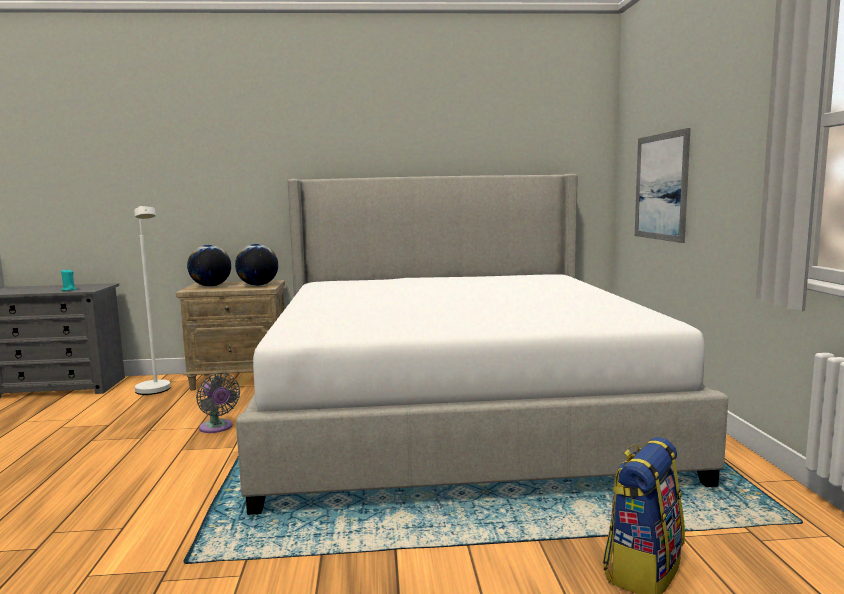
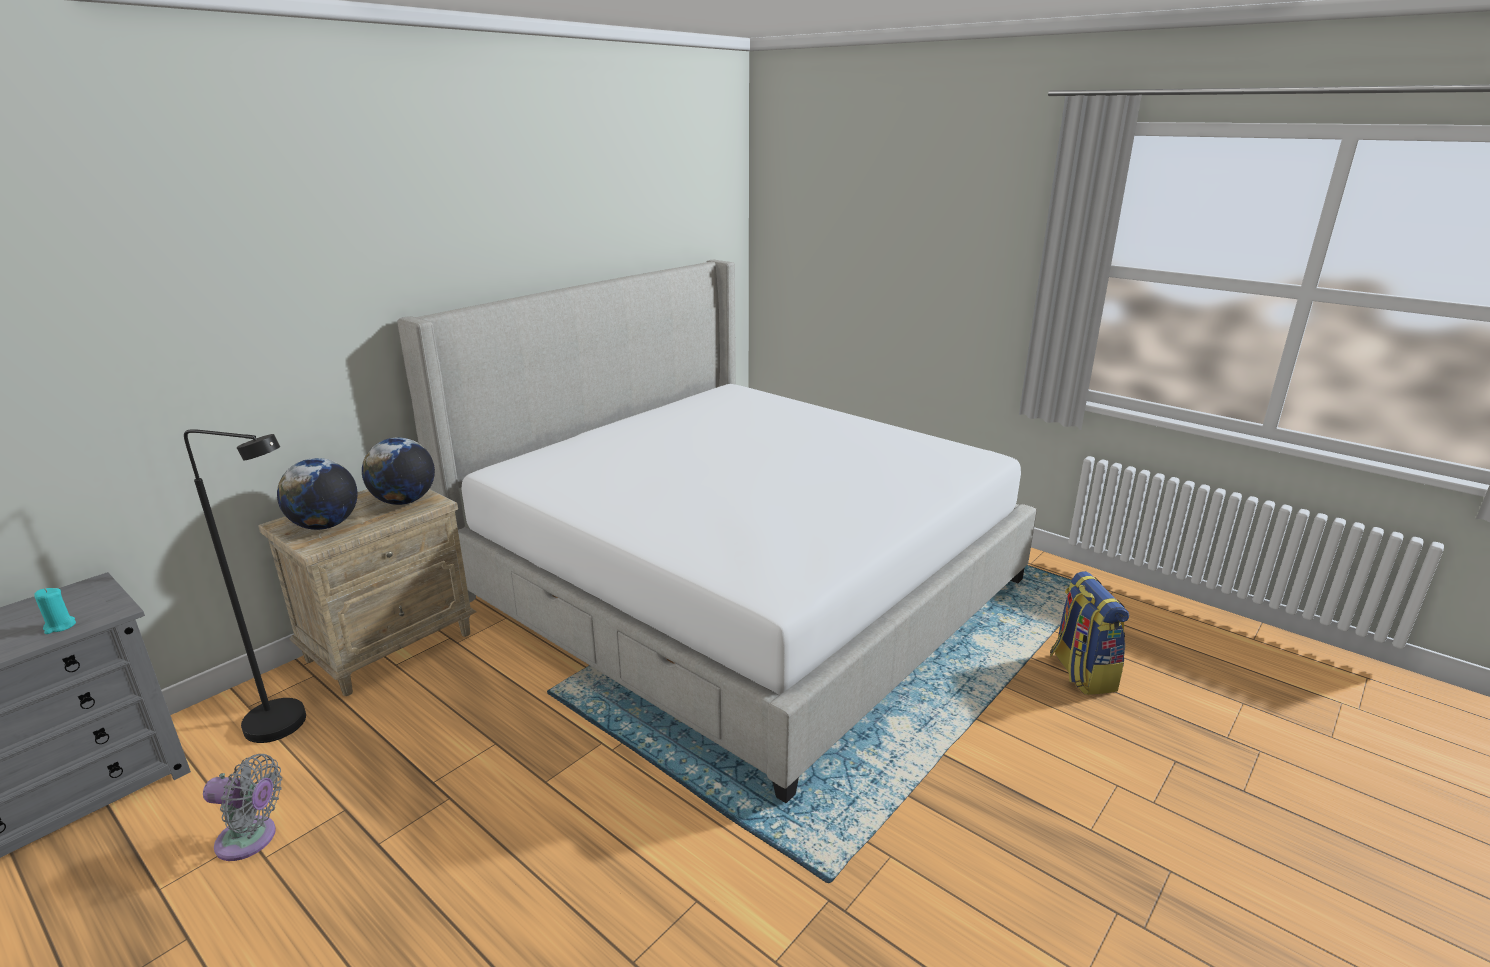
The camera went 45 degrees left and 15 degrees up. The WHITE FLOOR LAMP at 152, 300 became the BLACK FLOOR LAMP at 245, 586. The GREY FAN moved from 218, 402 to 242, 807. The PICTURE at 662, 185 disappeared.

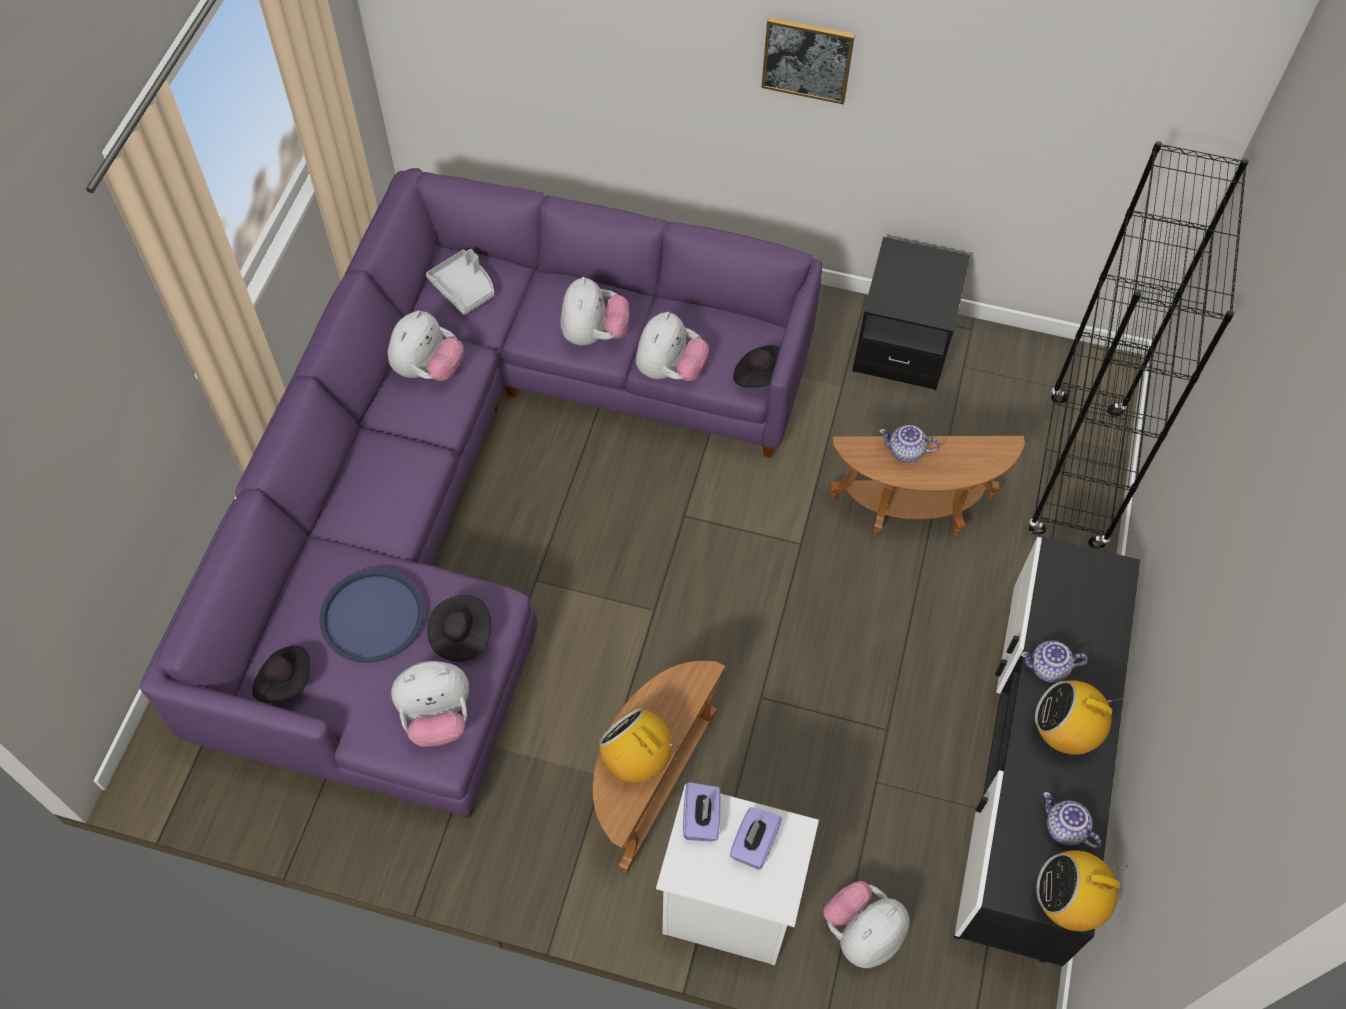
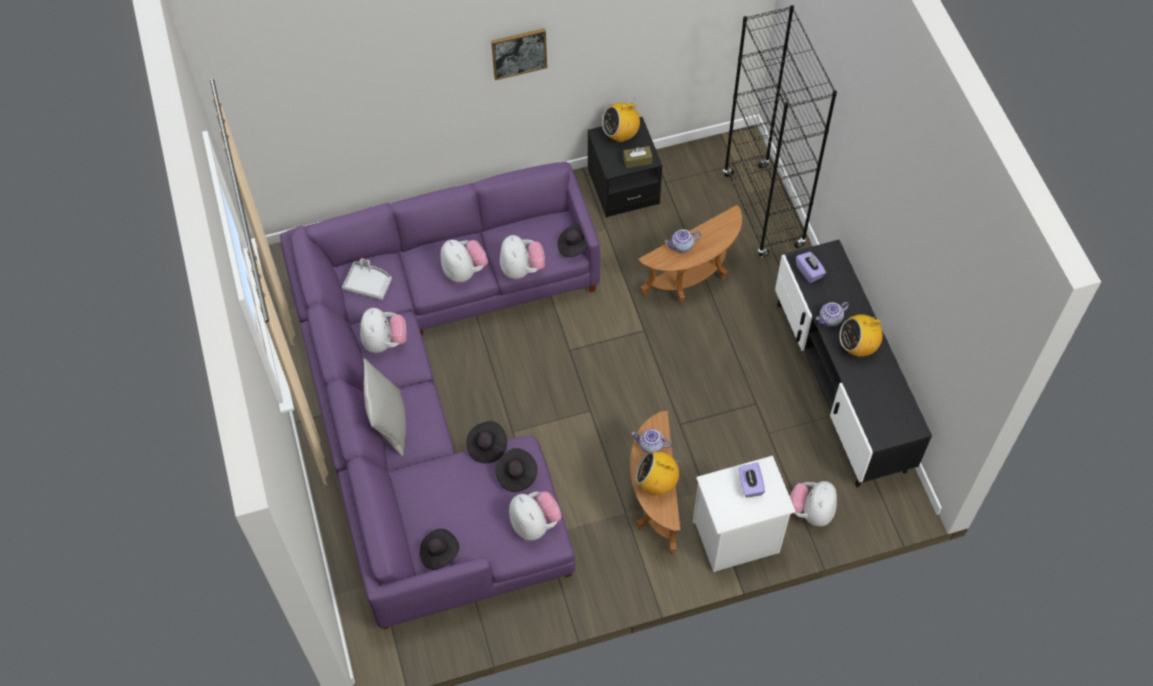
The camera went 30 degrees left and 0 degrees up. The BLUE TRAY at 371, 616 disappeared. The PLUSH TOY at 430, 704 turned 75 degrees counterclockwise. The PURPLE TISSUE BOX moved from 702, 811 to 811, 267. The RADIO moved from 1082, 890 to 621, 121. The TEAPOT moved from 1072, 820 to 652, 441. The GREY PILLOW at 384, 407 appeared. The BLACK HAT at 486, 442 appeared. The BROWN TISSUE BOX at 638, 157 appeared.

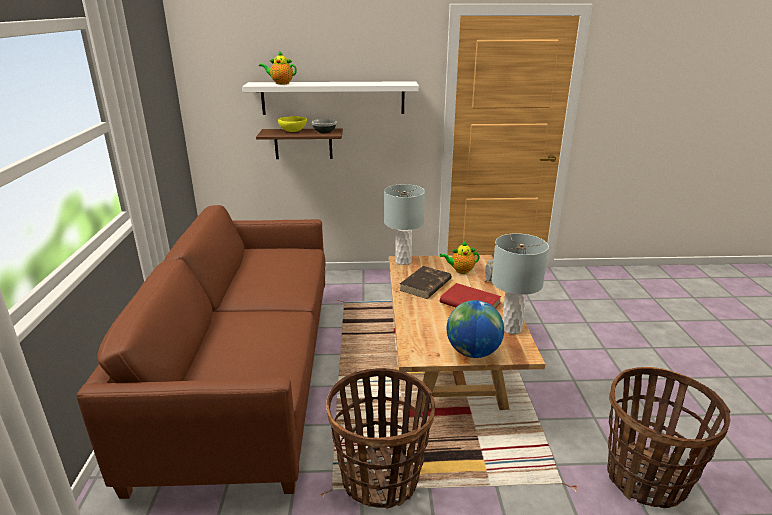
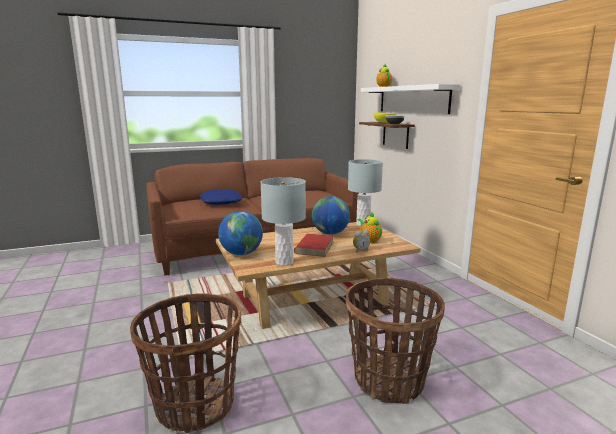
The camera went 70 degrees right and 10 degrees down. The BASKET moved from 380, 438 to 395, 341. The BROWN BOOK at 425, 282 was replaced by the GLOBE at 331, 215. The BLUE PILLOW at 221, 197 appeared.

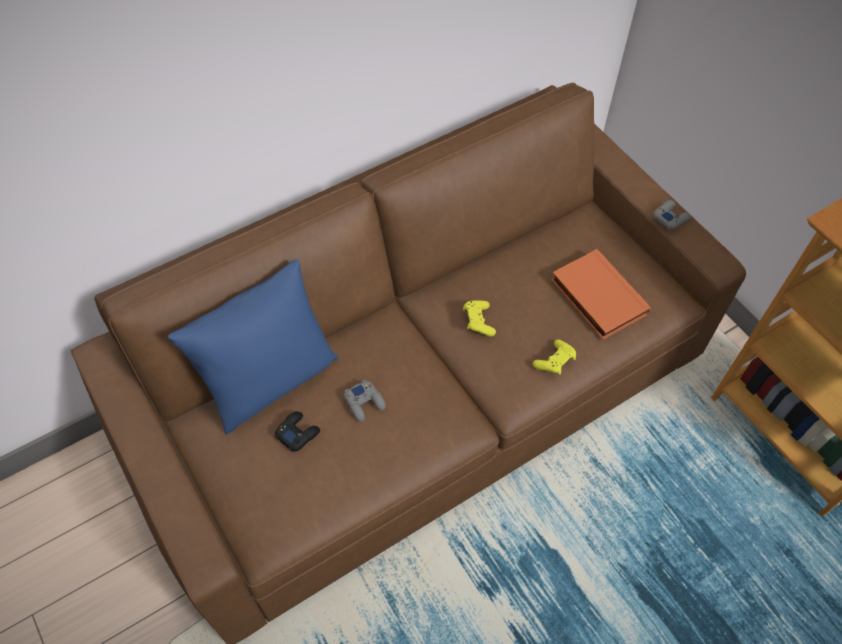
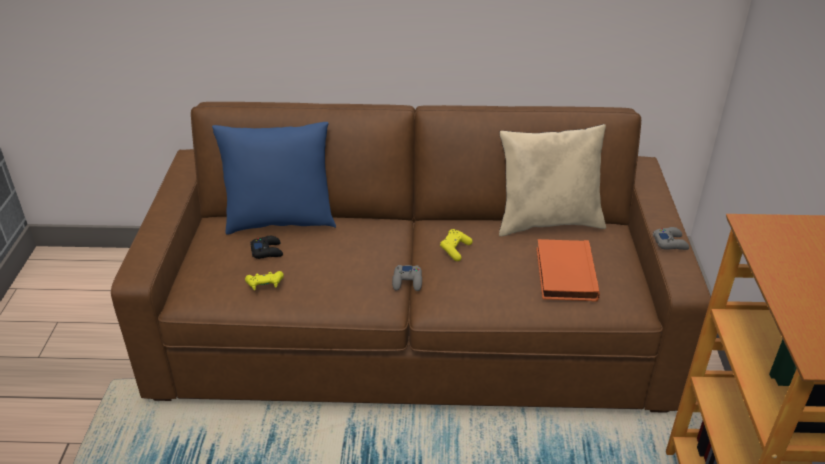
The camera went 35 degrees right and 20 degrees down. The GREY GAME CONTROLLER moved from 365, 401 to 407, 278. The YELLOW GAME CONTROLLER moved from 554, 356 to 264, 280. The BEIGE PILLOW at 552, 180 appeared.

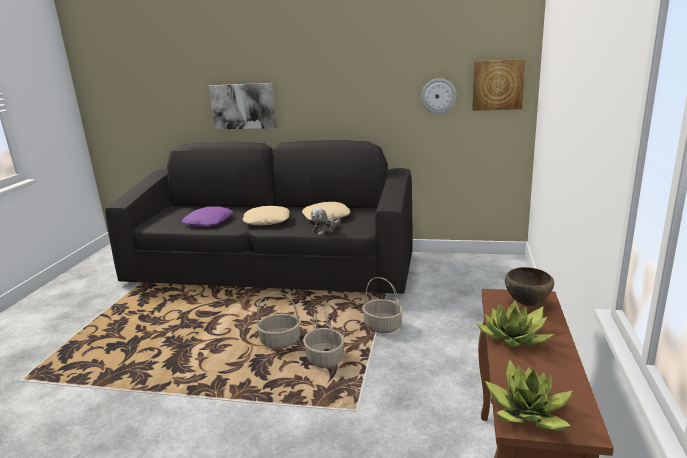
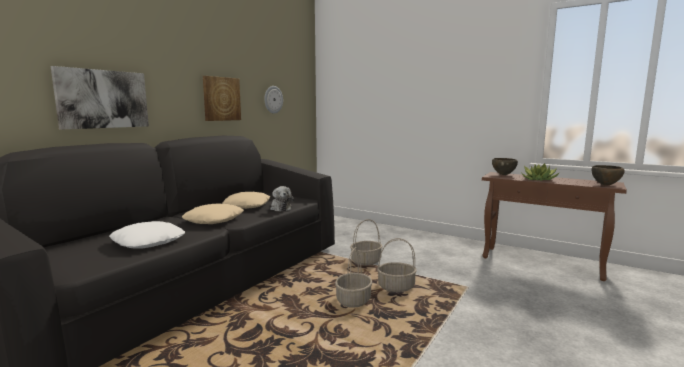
The camera went 70 degrees left and 10 degrees down. The PURPLE PILLOW at 207, 216 became the WHITE PILLOW at 147, 235. The PICTURE moved from 498, 85 to 222, 98. The POTTED PLANT at 528, 395 was replaced by the BROWN BOWL at 608, 175.

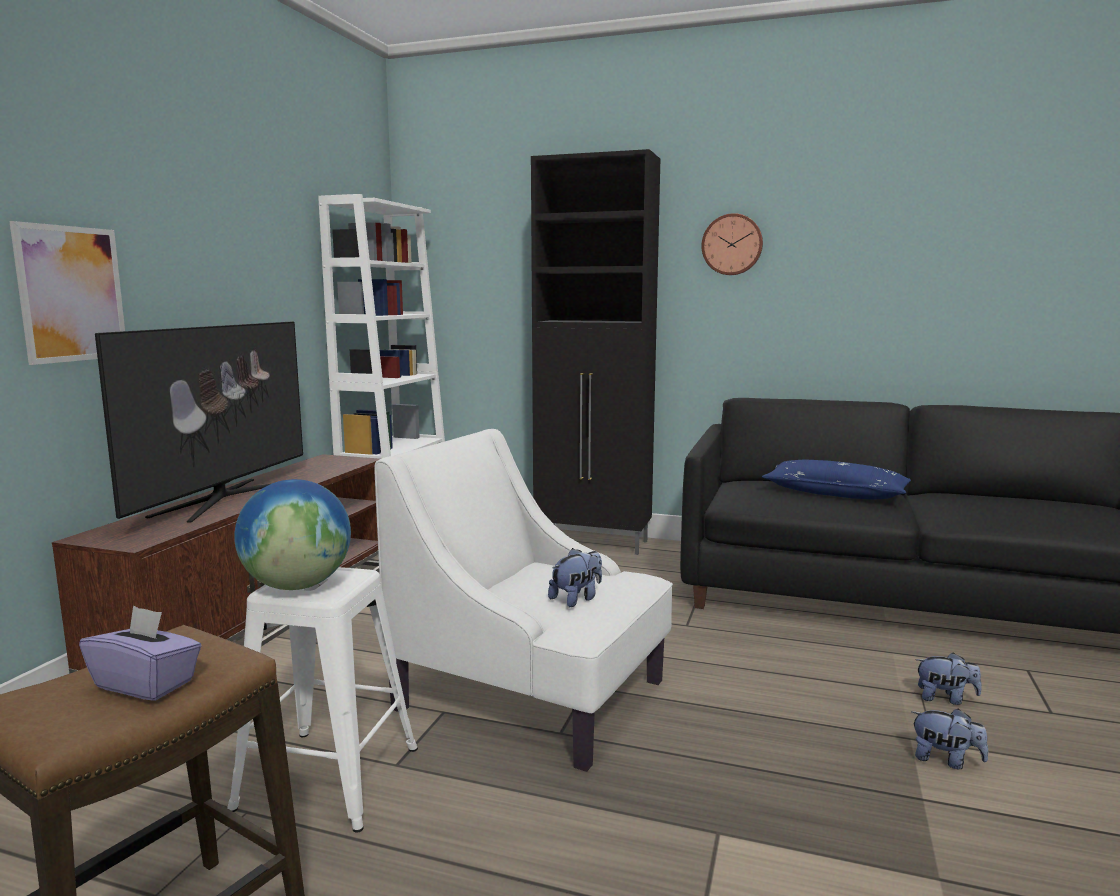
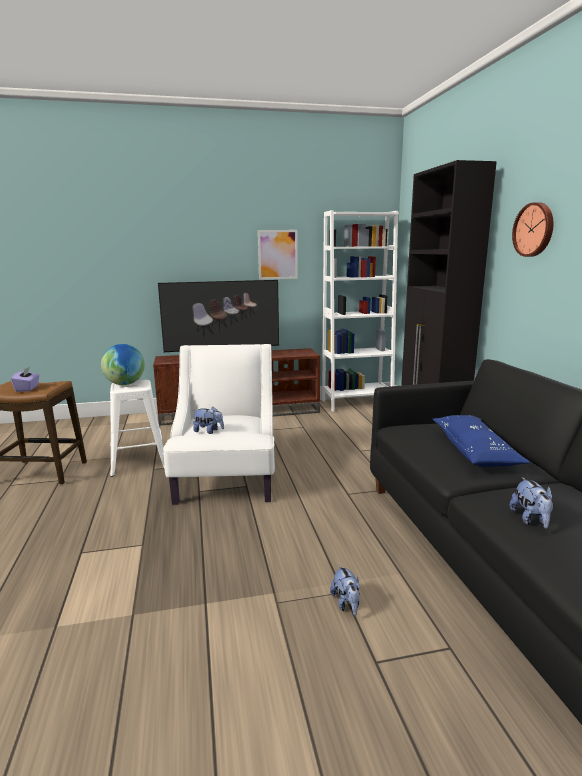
The camera went 60 degrees right and 5 degrees up. The PICTURE moved from 67, 293 to 278, 255. The PLUSH TOY moved from 949, 738 to 531, 502.

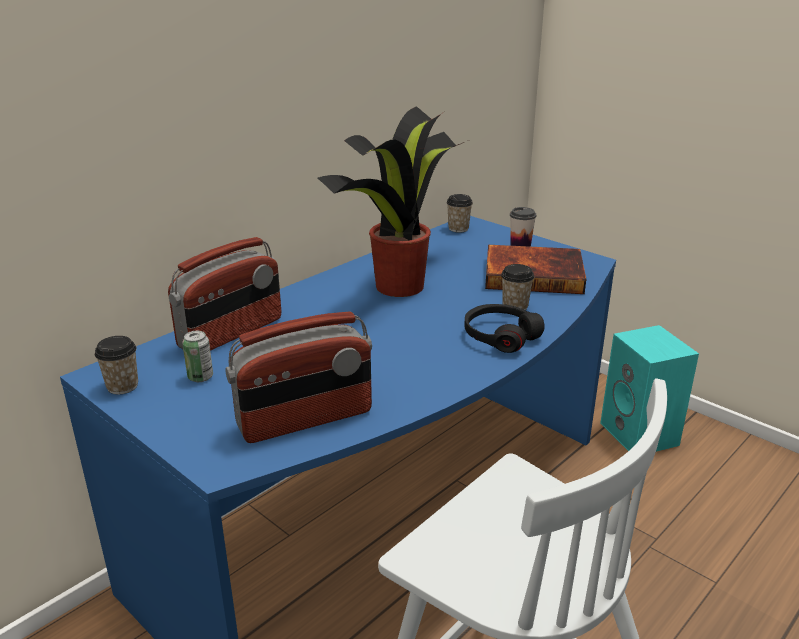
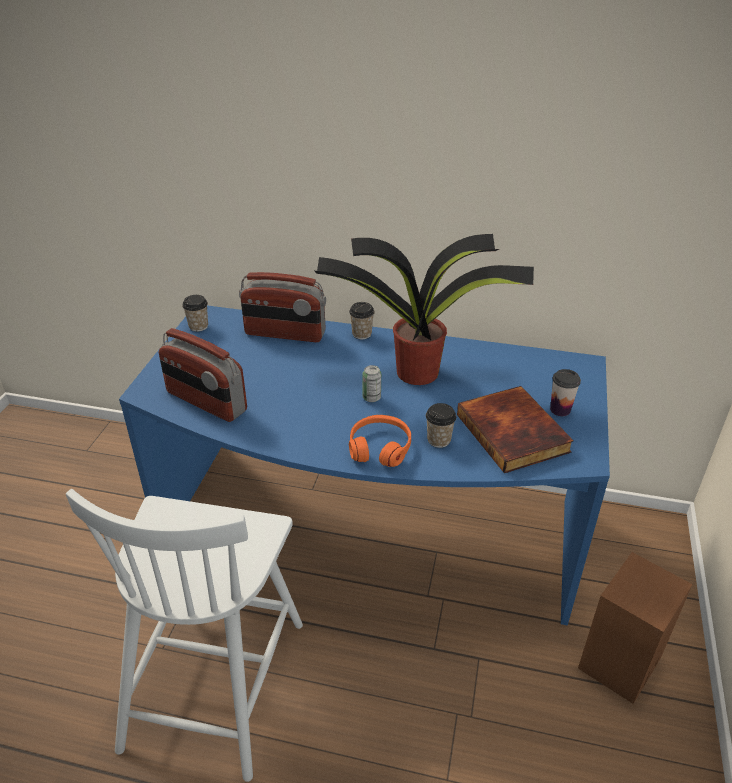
The camera went 60 degrees right and 10 degrees up. The CAN moved from 197, 356 to 372, 383. The CUP moved from 459, 213 to 362, 320. The BLACK HEADPHONES at 504, 328 became the ORANGE HEADPHONES at 380, 441. The TURQUOISE SPEAKER at 649, 388 became the BROWN SPEAKER at 635, 628.

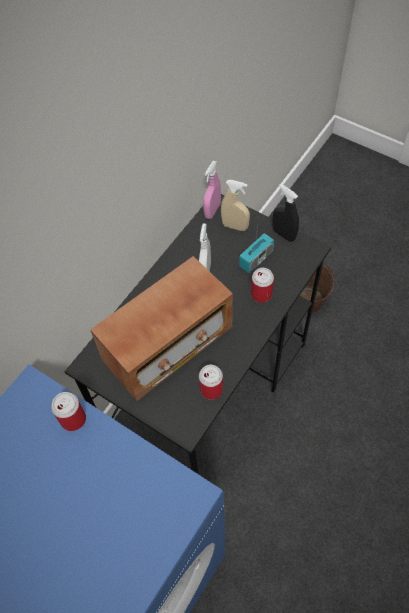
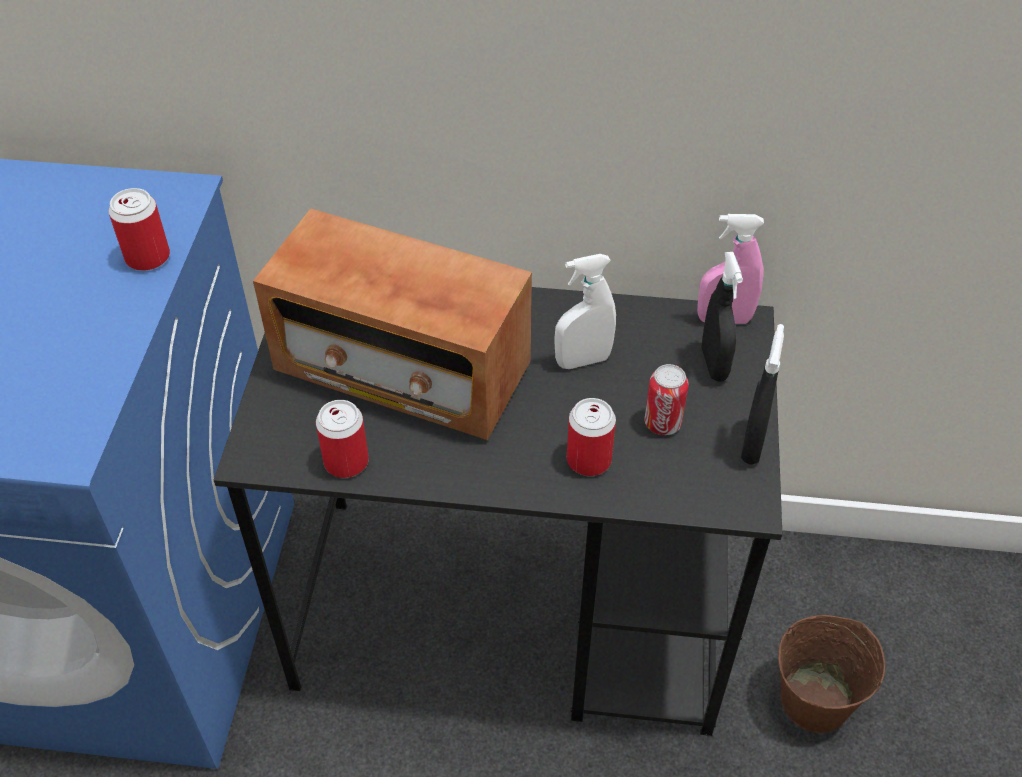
The camera went 60 degrees right and 10 degrees down. The BEIGE SPRAY BOTTLE at 235, 205 became the BLACK SPRAY BOTTLE at 722, 317. The RADIO at 256, 247 was replaced by the CAN at 667, 399.

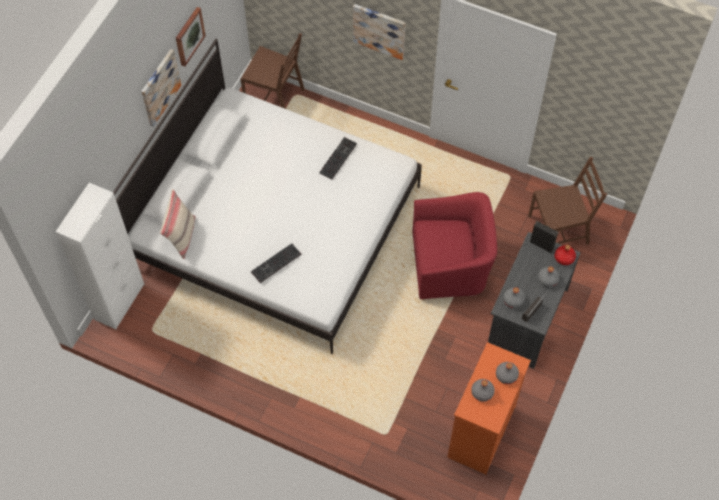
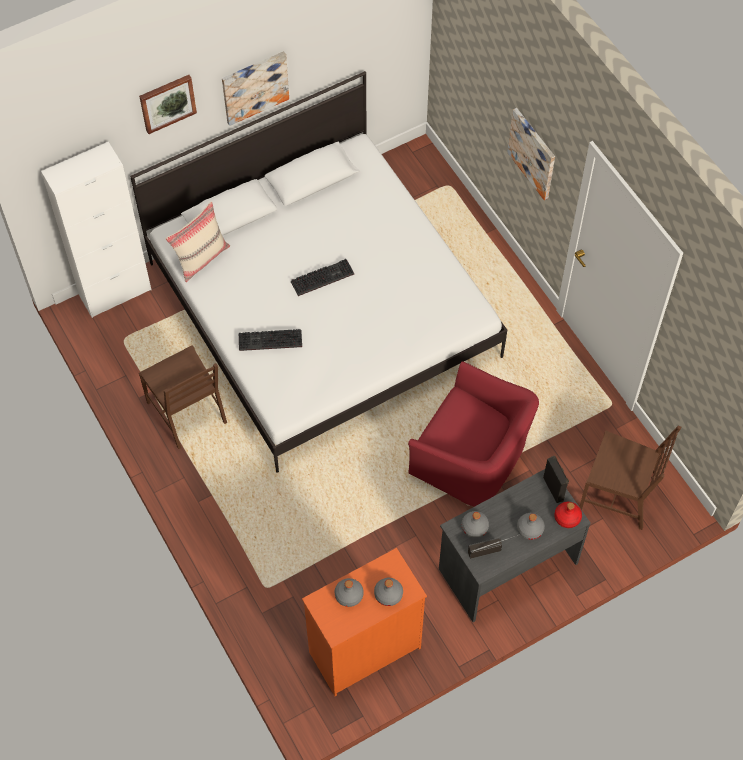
The camera went 35 degrees right and 0 degrees up. The PICTURE moved from 191, 37 to 168, 104. The BROWN CHAIR moved from 273, 71 to 183, 397. The KEYBOARD moved from 338, 158 to 322, 277.

